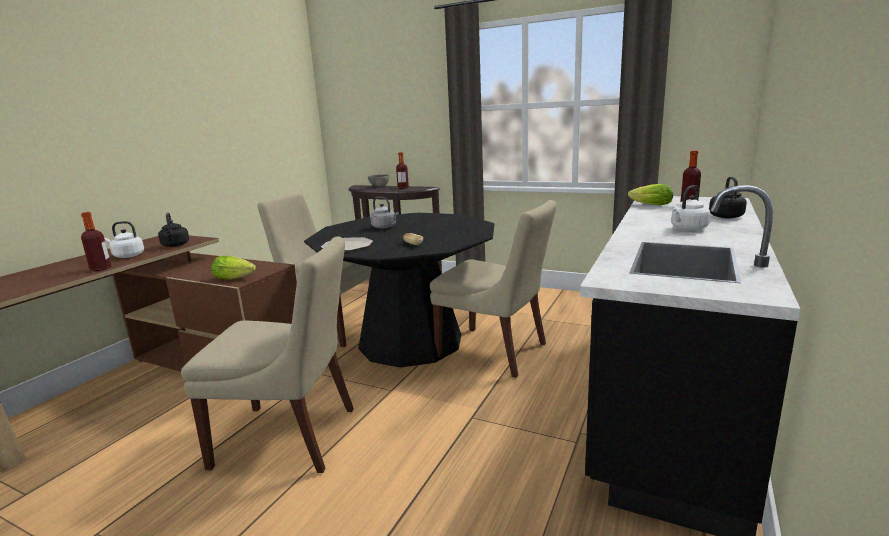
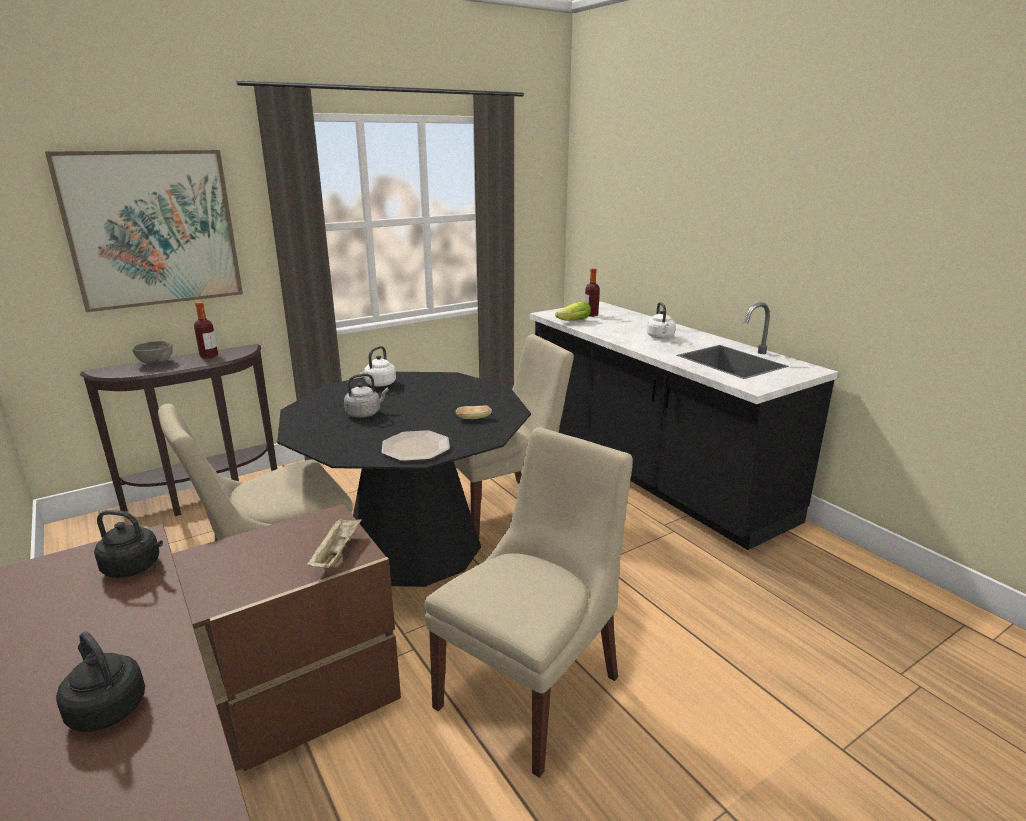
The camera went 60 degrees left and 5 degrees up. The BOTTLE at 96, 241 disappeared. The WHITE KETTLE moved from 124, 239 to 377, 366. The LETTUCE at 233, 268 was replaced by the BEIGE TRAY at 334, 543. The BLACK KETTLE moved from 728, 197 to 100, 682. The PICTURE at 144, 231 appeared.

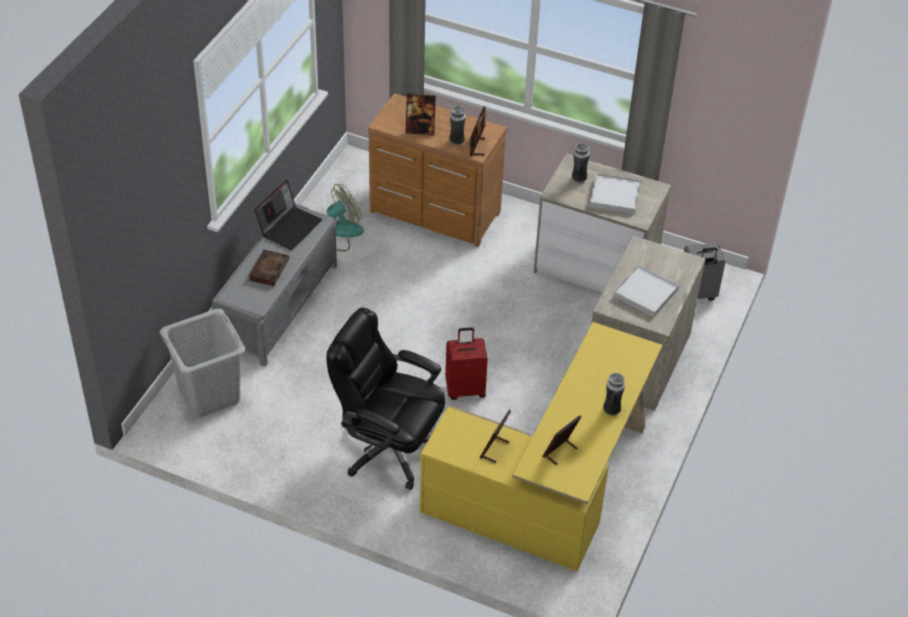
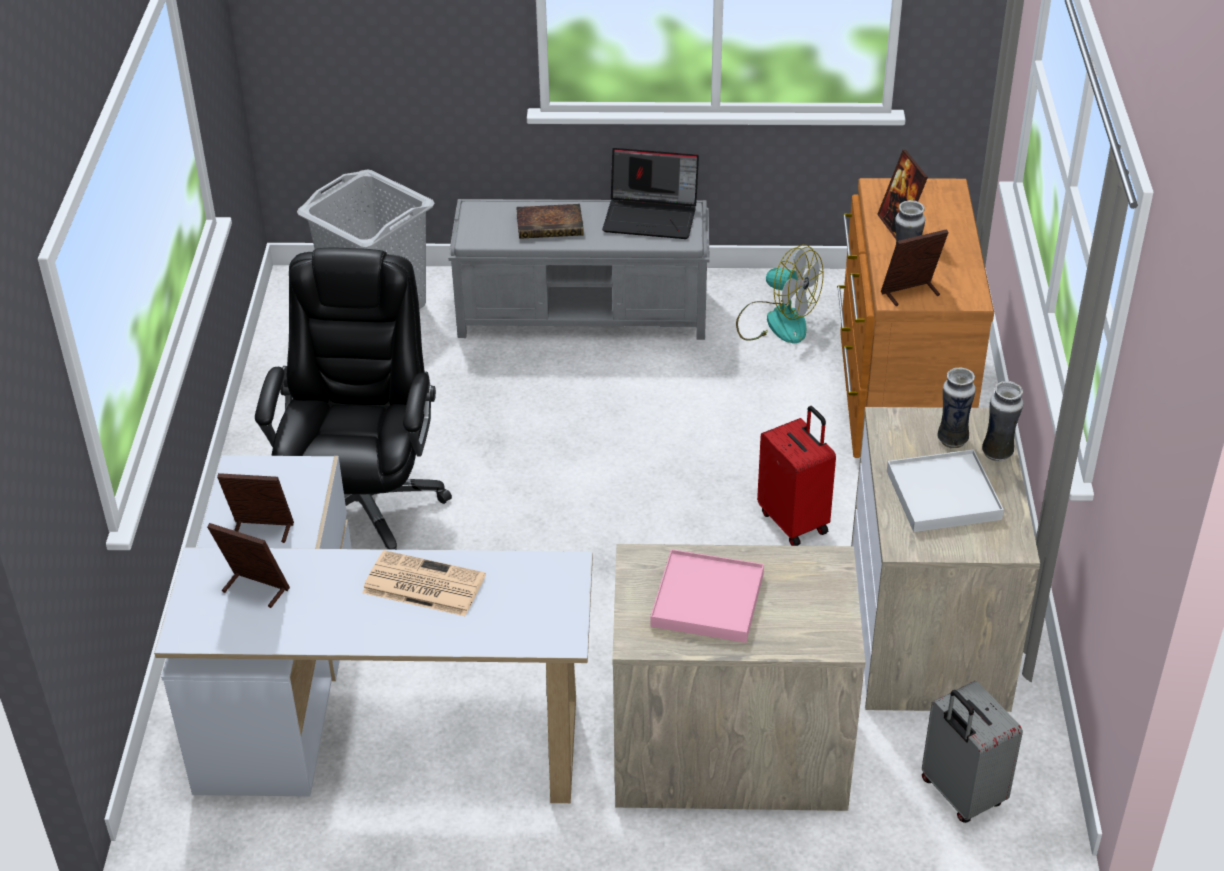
The camera went 70 degrees right and 5 degrees down. The YELLOW DESK at 541, 447 became the WHITE DESK at 373, 629. The RED SUITCASE moved from 466, 364 to 796, 476. The VASE moved from 614, 394 to 1002, 421. The WHITE TRAY at 646, 291 became the PINK TRAY at 707, 596. The NEWSPAPER at 424, 583 appeared.

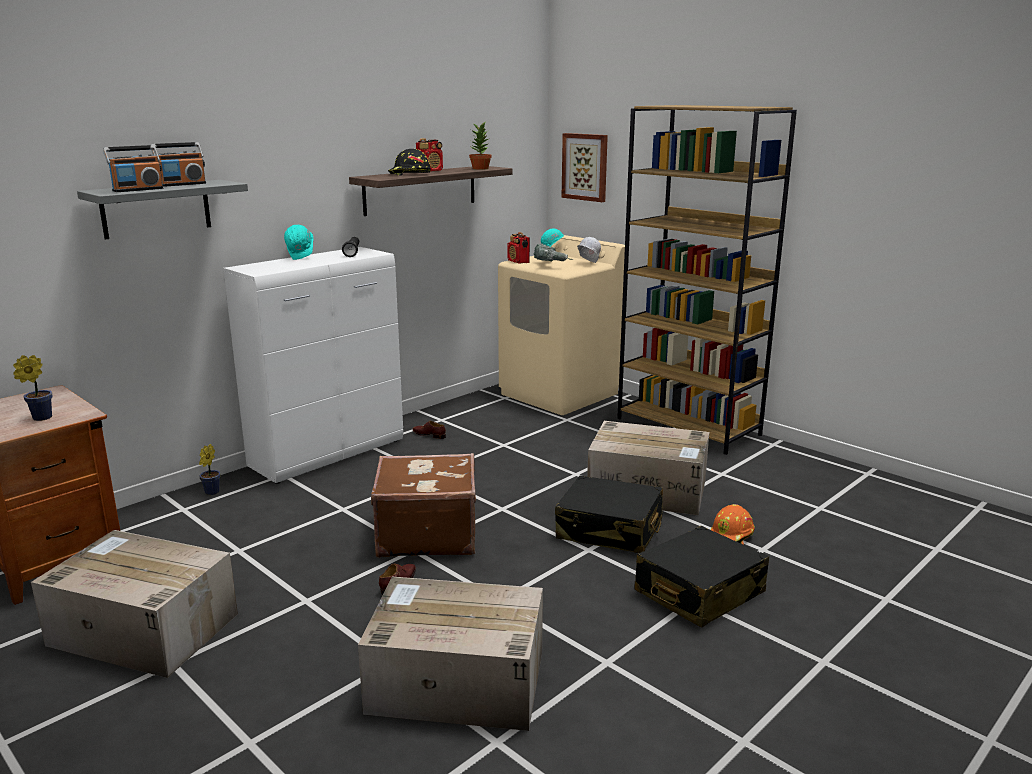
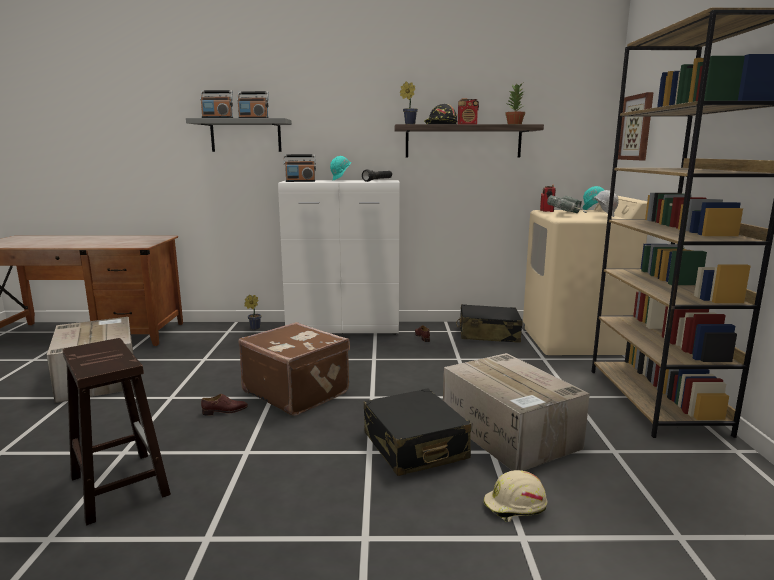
The camera went 45 degrees right and 5 degrees down. The POTTED PLANT moved from 33, 388 to 409, 103. The CARDBOARD BOX at 450, 654 was replaced by the BROWN STOOL at 116, 431. The BLACK SUITCASE moved from 701, 576 to 489, 323. The ORANGE HARD HAT at 733, 524 became the BEIGE HARD HAT at 516, 496. The RADIO at 299, 168 appeared.

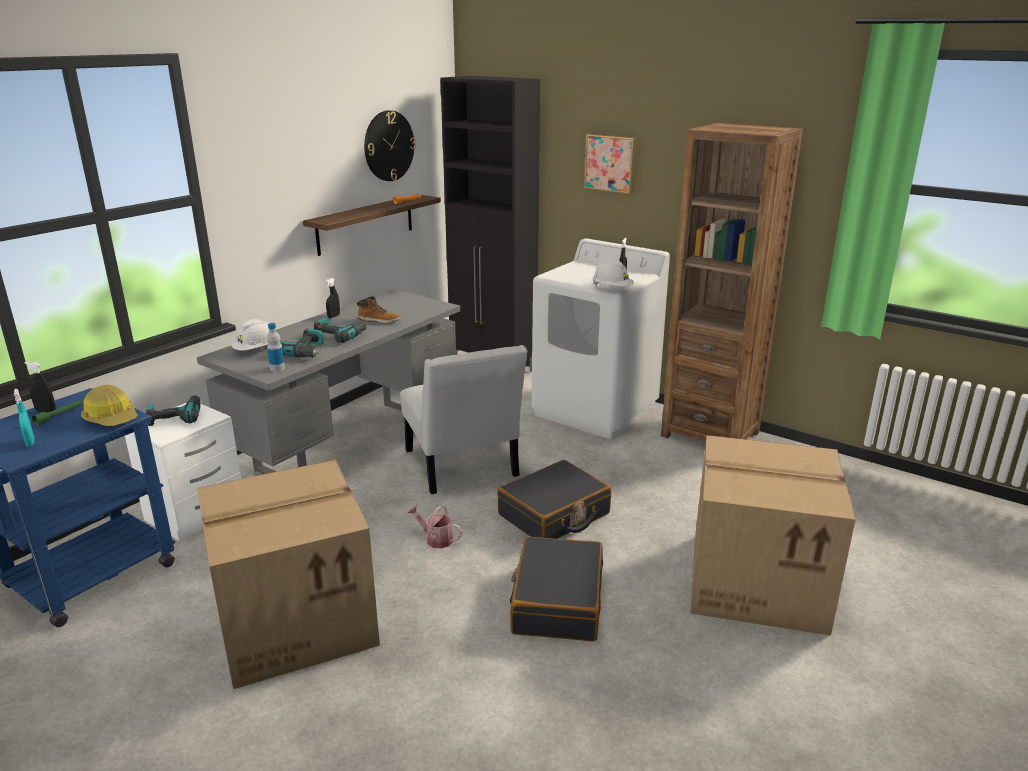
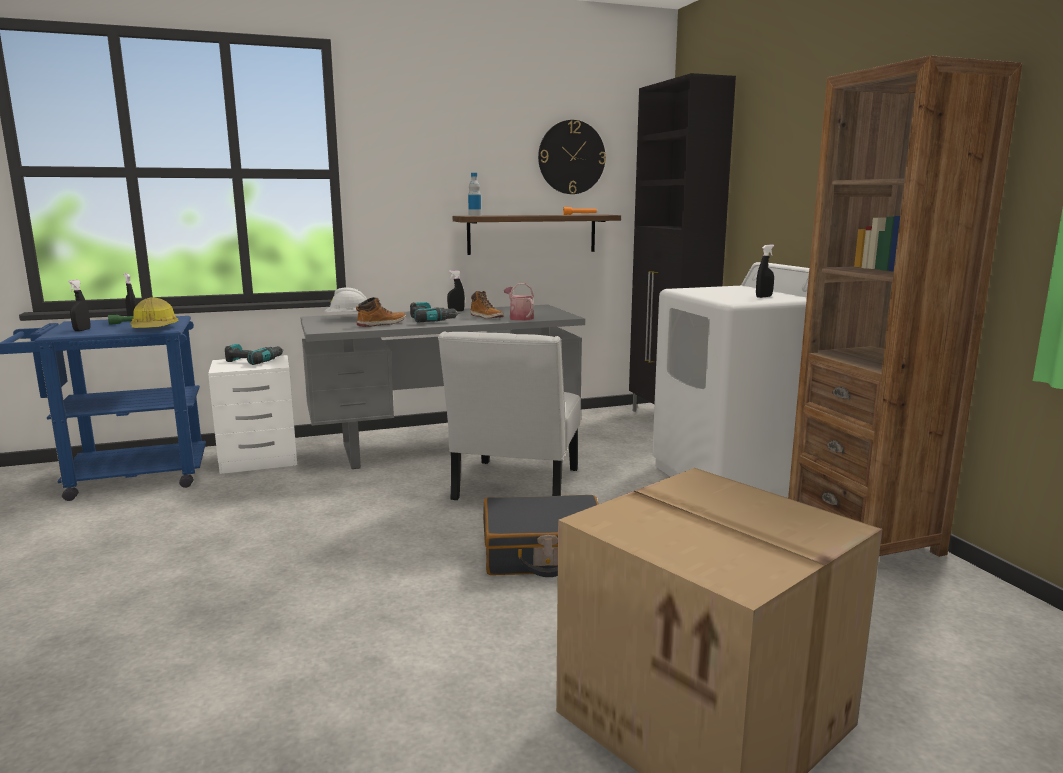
The camera went 35 degrees right and 10 degrees down. The TURQUOISE SPRAY BOTTLE at 24, 418 became the BLACK SPRAY BOTTLE at 79, 305. The CARDBOARD BOX at 288, 574 disappeared. The BOTTLE moved from 276, 347 to 474, 194. The POWER DRILL at 302, 343 was replaced by the BOOT at 381, 312. The WATERING CAN moved from 434, 526 to 519, 302. The BLACK SUITCASE at 556, 589 disappeared. The PICTURE at 610, 164 disappeared. The WHITE HARD HAT at 613, 273 disappeared.

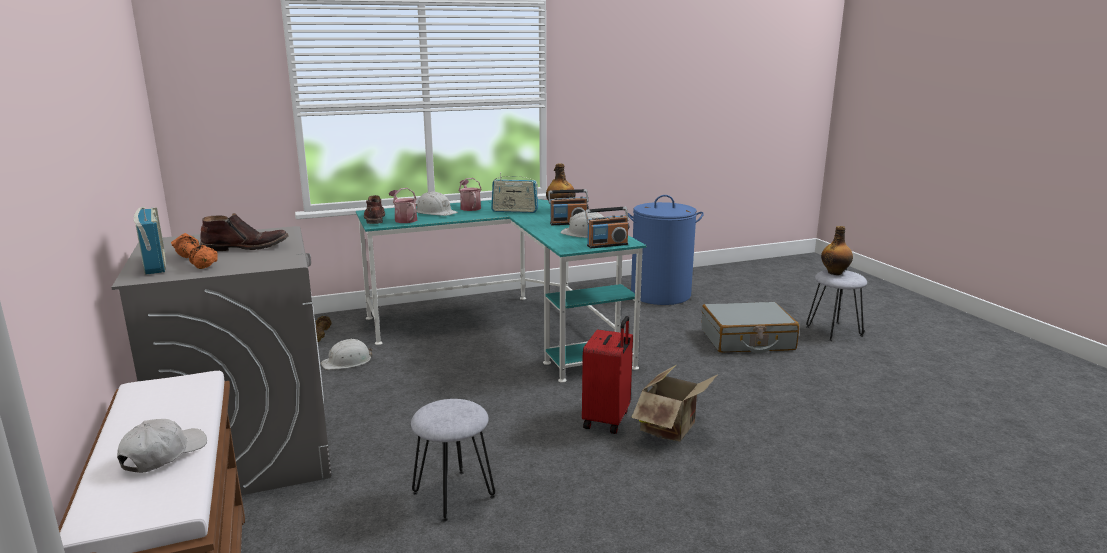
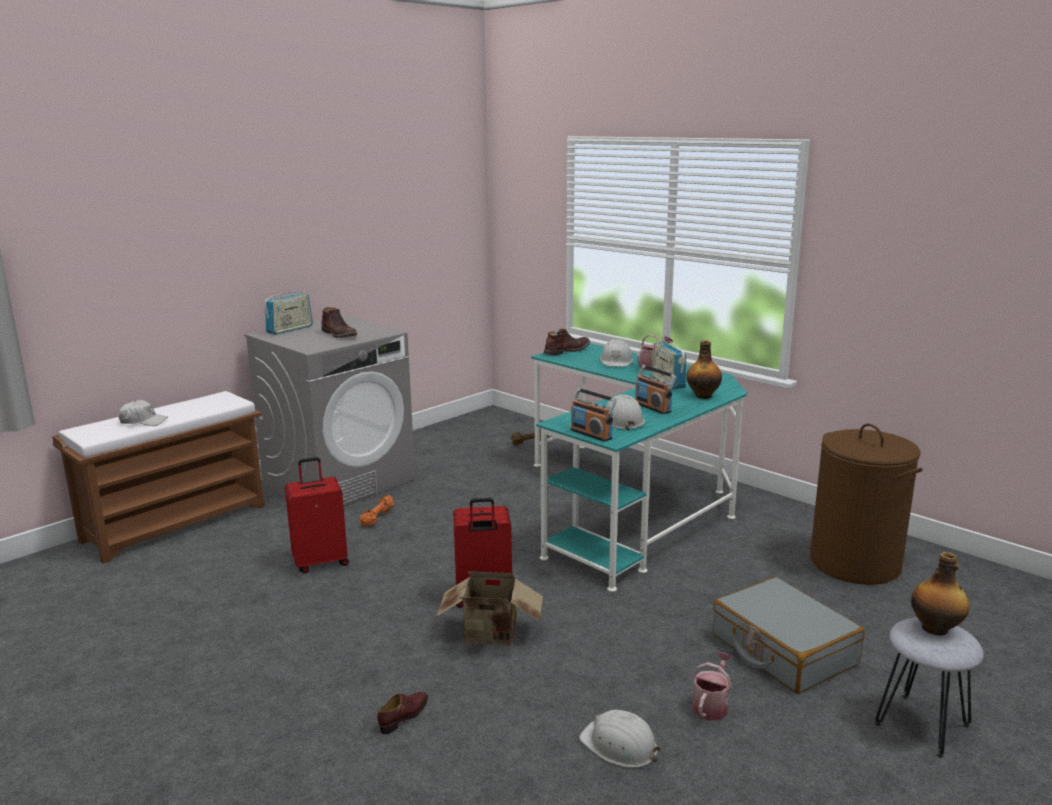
The camera went 65 degrees right and 0 degrees up. The ORANGE DUMBBELL moved from 194, 251 to 377, 510. The WHITE HARD HAT moved from 347, 354 to 620, 739. The WATERING CAN moved from 403, 205 to 712, 686. The GREY STOOL at 453, 460 was replaced by the RED SUITCASE at 317, 515. The BLUE LAUNDRY BASKET at 666, 250 became the BROWN LAUNDRY BASKET at 866, 504. The BROWN SHOE at 402, 713 appeared.

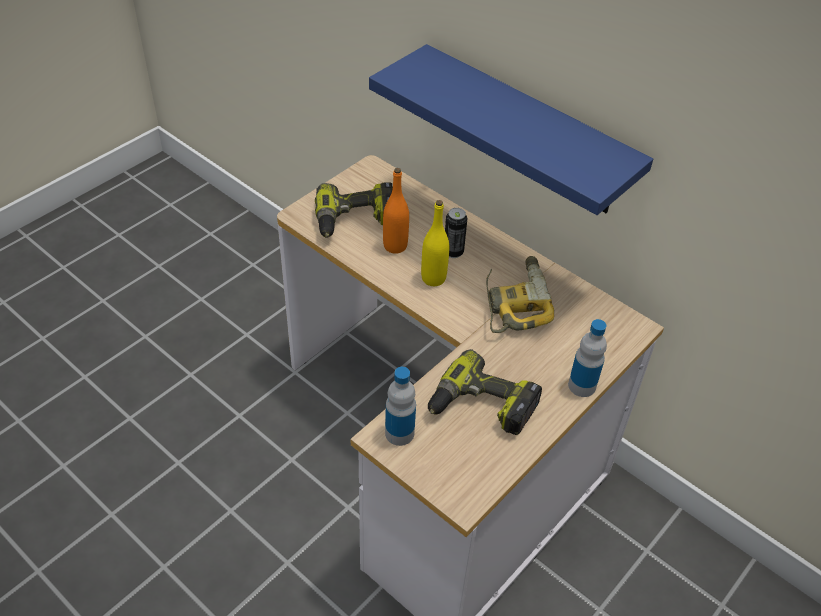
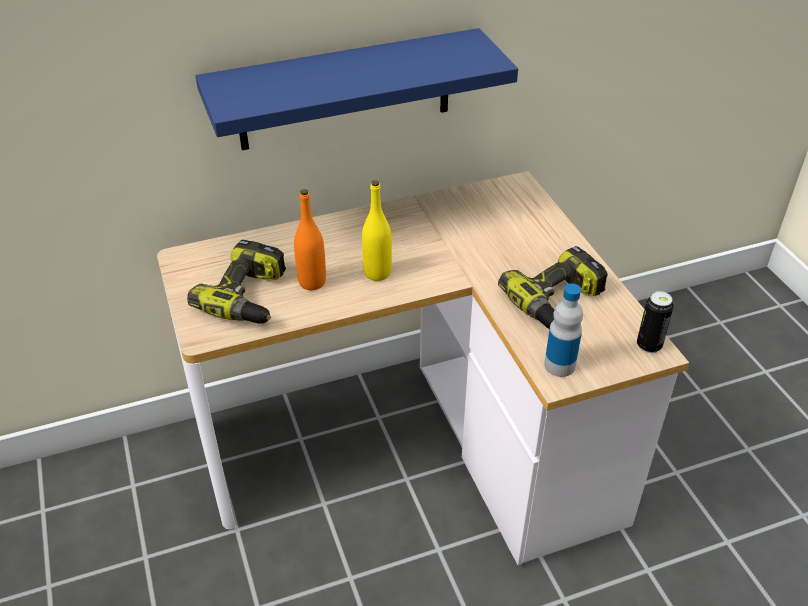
The camera went 60 degrees left and 5 degrees down. The CAN moved from 456, 233 to 655, 322. The POWER DRILL at 520, 294 disappeared. The BOTTLE at 587, 358 disappeared.

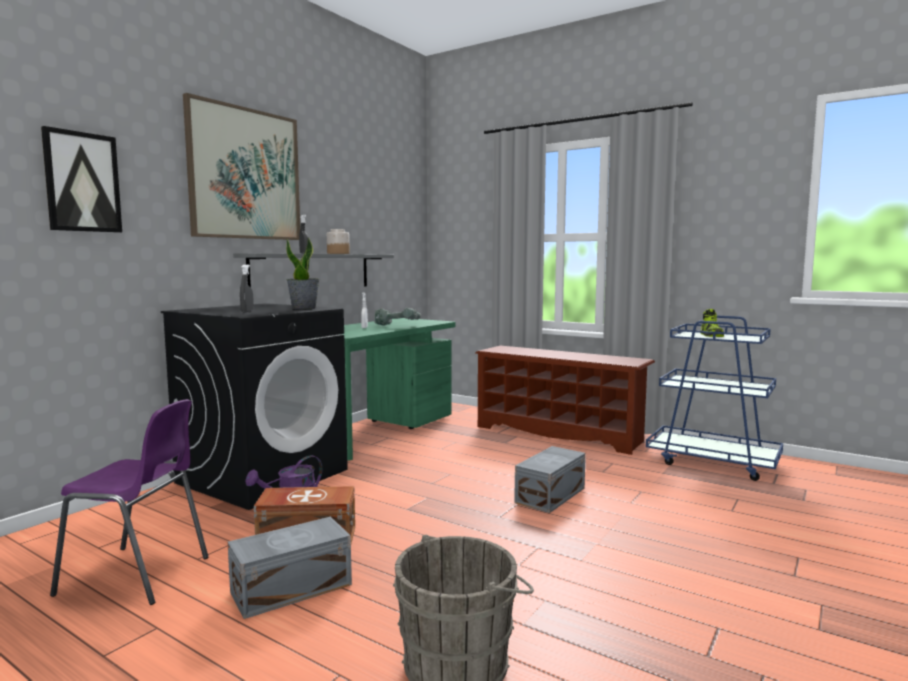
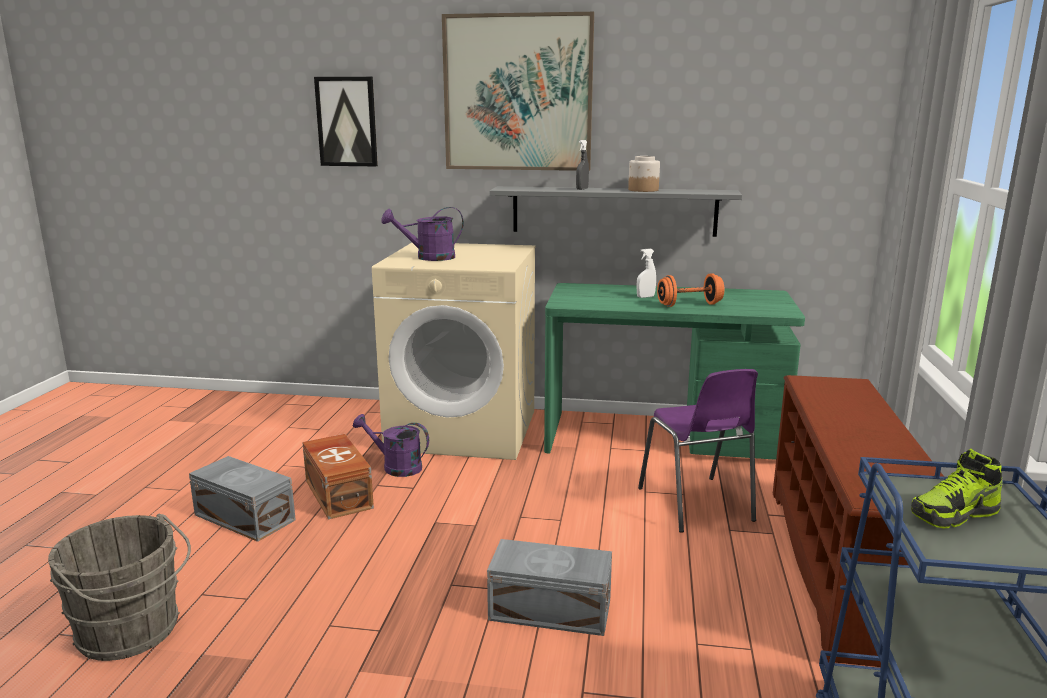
The camera went 65 degrees right and 10 degrees up. The PURPLE CHAIR moved from 129, 502 to 698, 451. The BLACK WASHING MACHINE at 254, 406 became the BEIGE WASHING MACHINE at 454, 351. The GREY SPRAY BOTTLE at 247, 288 was replaced by the PURPLE WATERING CAN at 422, 234. The POTTED PLANT at 303, 273 disappeared. The POWER DRILL at 397, 316 was replaced by the ORANGE DUMBBELL at 691, 290.

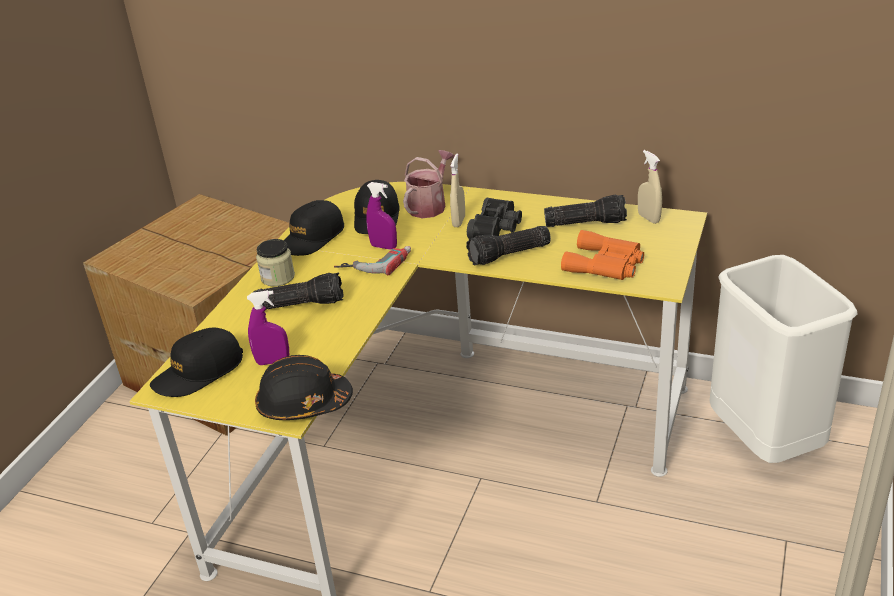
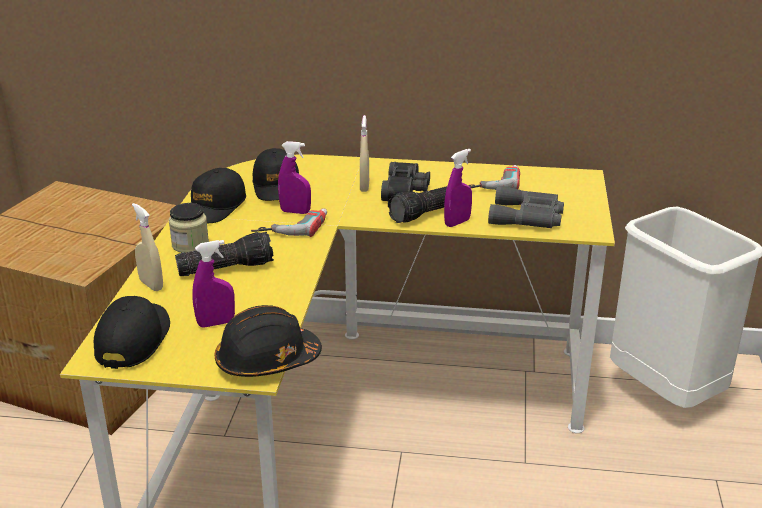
The camera went 15 degrees left and 5 degrees down. The BLACK CAP at 196, 362 turned 150 degrees clockwise. The WATERING CAN at 428, 184 disappeared. The FLASHLIGHT at 585, 211 was replaced by the POWER DRILL at 494, 177. The ORANGE BINOCULARS at 602, 255 became the GREY BINOCULARS at 526, 207. The BEIGE SPRAY BOTTLE moved from 650, 187 to 147, 247. The PURPLE SPRAY BOTTLE at 458, 187 appeared.

